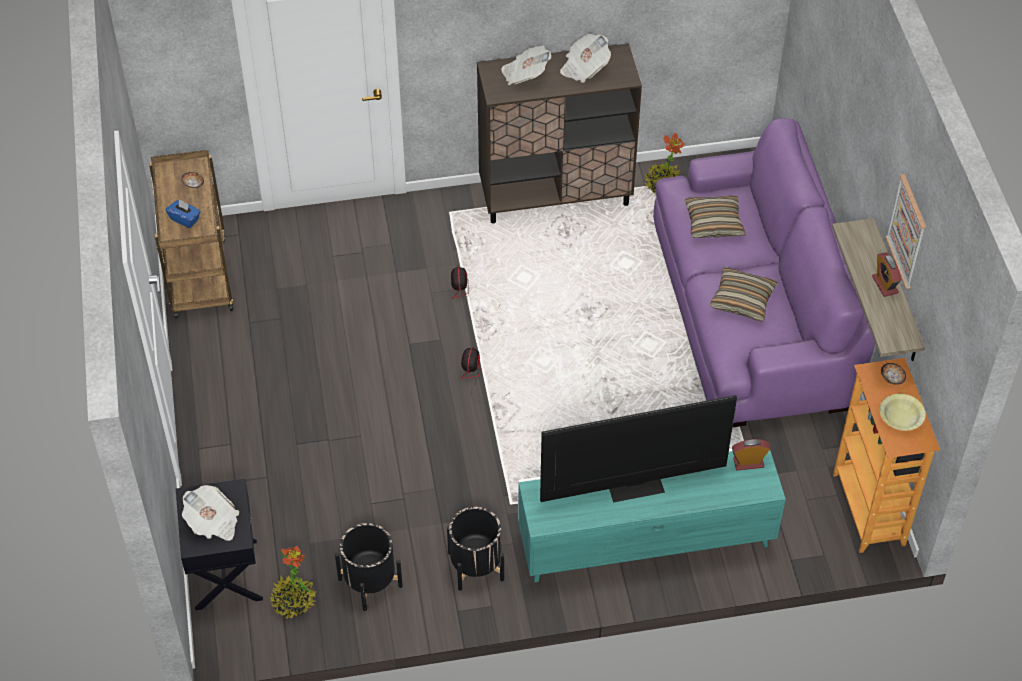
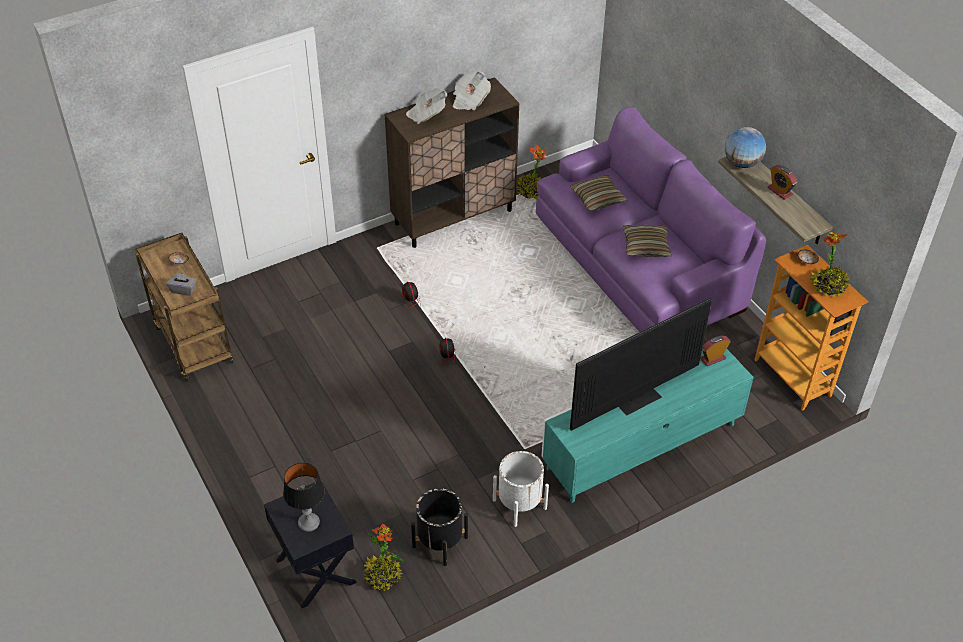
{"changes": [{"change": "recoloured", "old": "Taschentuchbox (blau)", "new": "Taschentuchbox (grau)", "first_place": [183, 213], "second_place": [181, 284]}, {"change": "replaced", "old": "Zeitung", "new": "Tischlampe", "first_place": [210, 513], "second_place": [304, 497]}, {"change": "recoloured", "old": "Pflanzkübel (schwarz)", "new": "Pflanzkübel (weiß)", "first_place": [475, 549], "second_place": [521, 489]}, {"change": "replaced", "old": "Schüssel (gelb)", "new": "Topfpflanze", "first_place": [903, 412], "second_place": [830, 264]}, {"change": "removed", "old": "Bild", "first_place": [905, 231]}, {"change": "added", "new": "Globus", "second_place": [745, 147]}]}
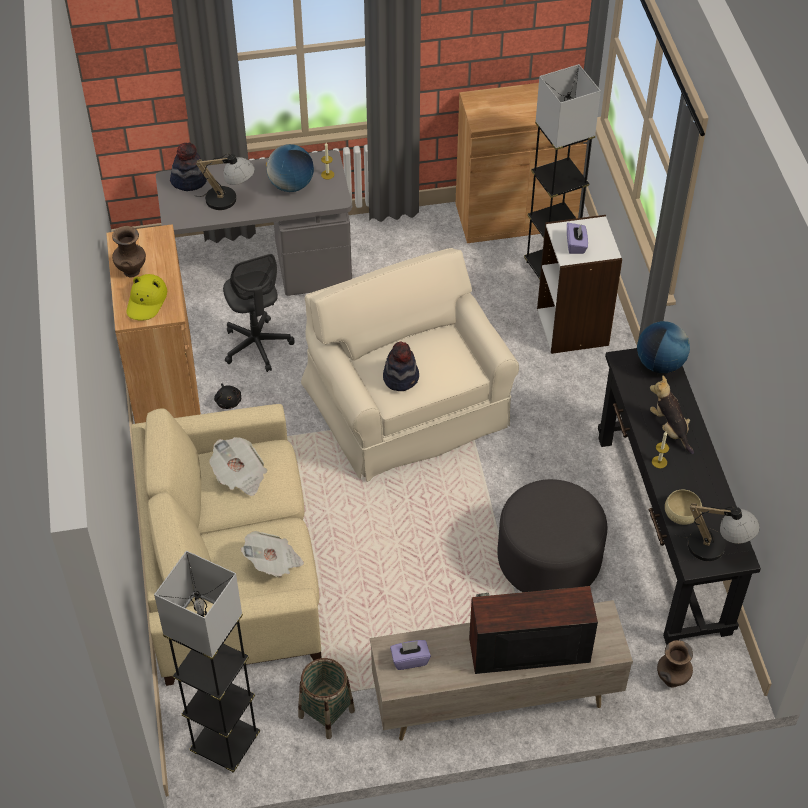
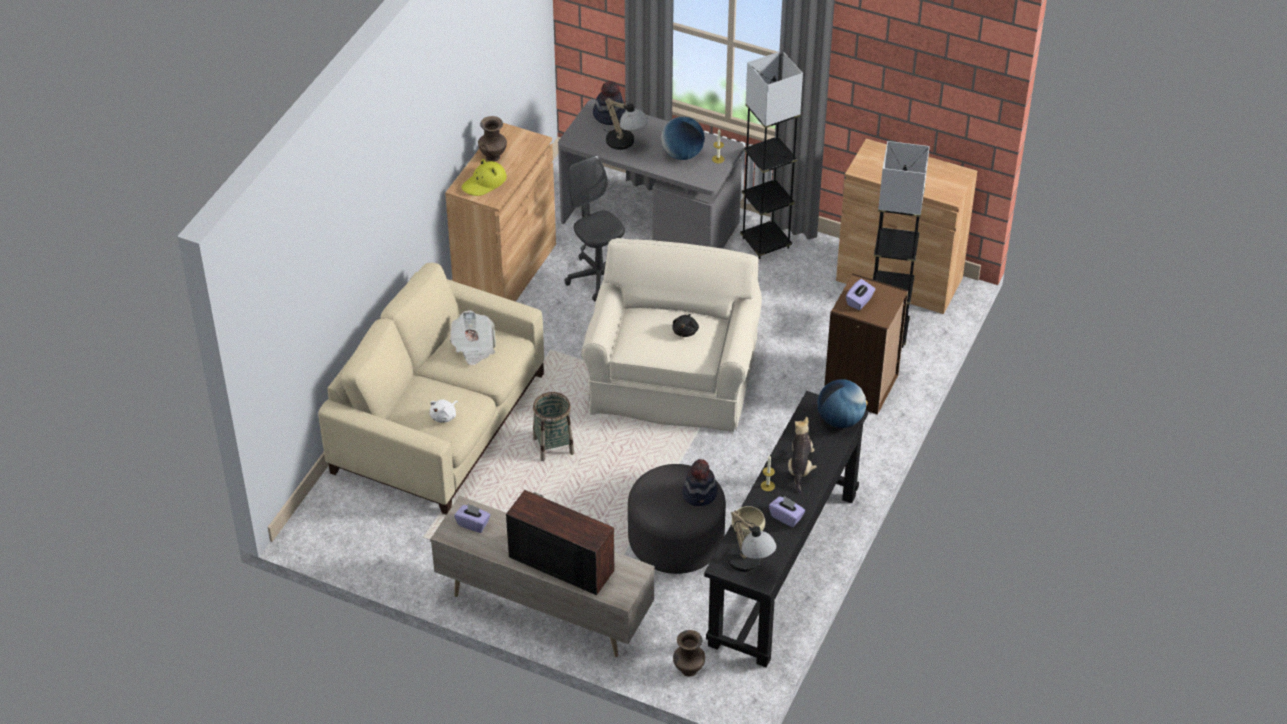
{"changes": [{"change": "moved", "old": "Stehlampe (grau)", "first_place": [207, 662], "second_place": [771, 155]}, {"change": "moved", "old": "Plüschtier (schwarz)", "first_place": [227, 396], "second_place": [685, 325]}, {"change": "turned", "old": "Bürostuhl (grau)", "first_place": [259, 313], "second_place": [594, 228], "degrees": 135}, {"change": "replaced", "old": "Zeitung", "new": "Plüschtier (weiß)", "first_place": [272, 554], "second_place": [443, 411]}, {"change": "moved", "old": "Korb", "first_place": [326, 698], "second_place": [553, 426]}, {"change": "moved", "old": "Hut", "first_place": [401, 366], "second_place": [700, 482]}, {"change": "recoloured", "old": "Bücherregal (weiß)", "new": "Bücherregal (braun)", "first_place": [579, 284], "second_place": [866, 344]}, {"change": "added", "new": "Taschentuchbox (lila)", "second_place": [787, 511]}]}
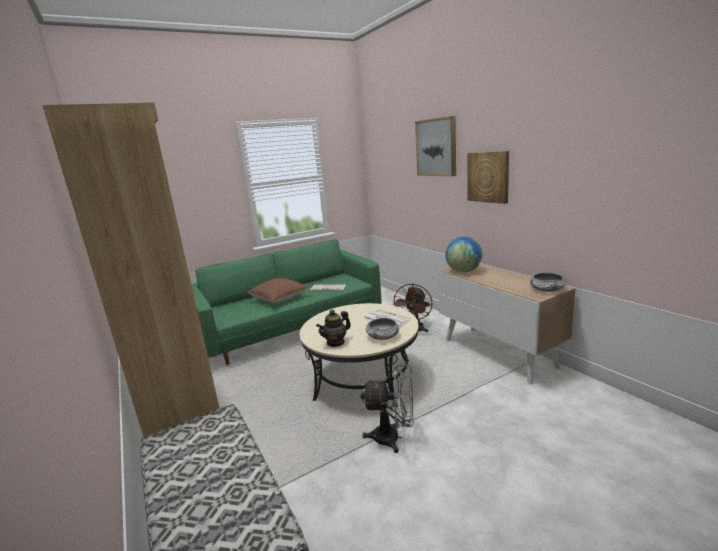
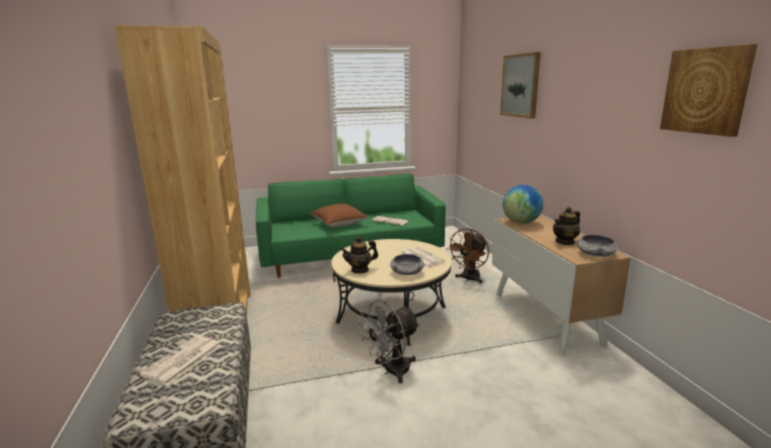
{"changes": [{"change": "turned", "old": "Ventilator (grau)", "first_place": [387, 408], "second_place": [389, 341], "degrees": 120}, {"change": "moved", "old": "Bild", "first_place": [488, 177], "second_place": [709, 90]}, {"change": "added", "new": "Zeitung", "second_place": [180, 360]}, {"change": "added", "new": "Teekanne", "second_place": [566, 226]}]}
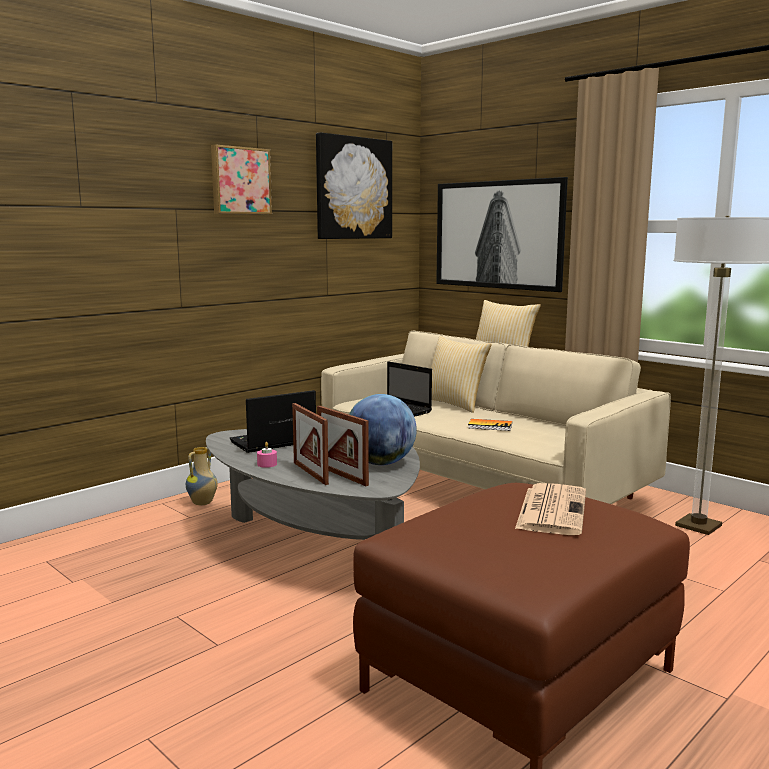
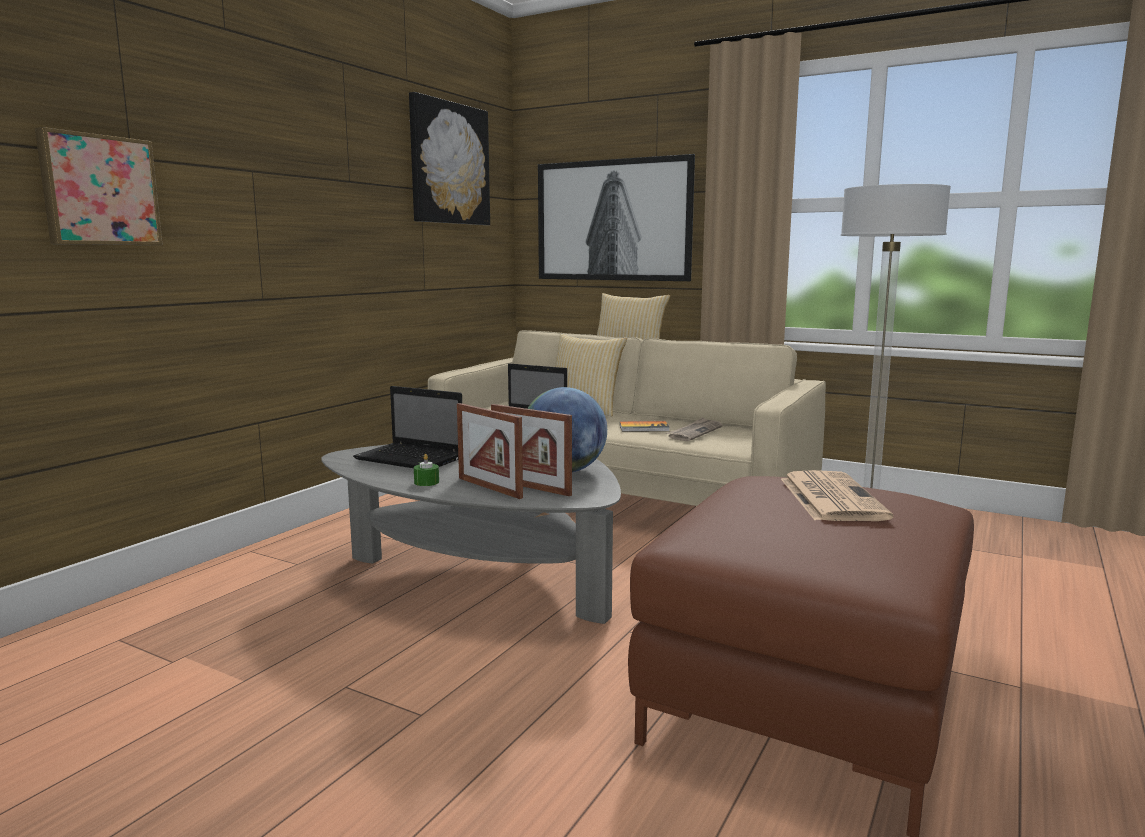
{"changes": [{"change": "removed", "old": "Vase", "first_place": [202, 476]}, {"change": "moved", "old": "Bild", "first_place": [241, 179], "second_place": [99, 186]}, {"change": "turned", "old": "Laptop", "first_place": [273, 421], "second_place": [407, 427], "degrees": -105}, {"change": "recoloured", "old": "Kerze (rosa)", "new": "Kerze (grün)", "first_place": [267, 455], "second_place": [426, 470]}, {"change": "added", "new": "Zeitung", "second_place": [694, 429]}]}
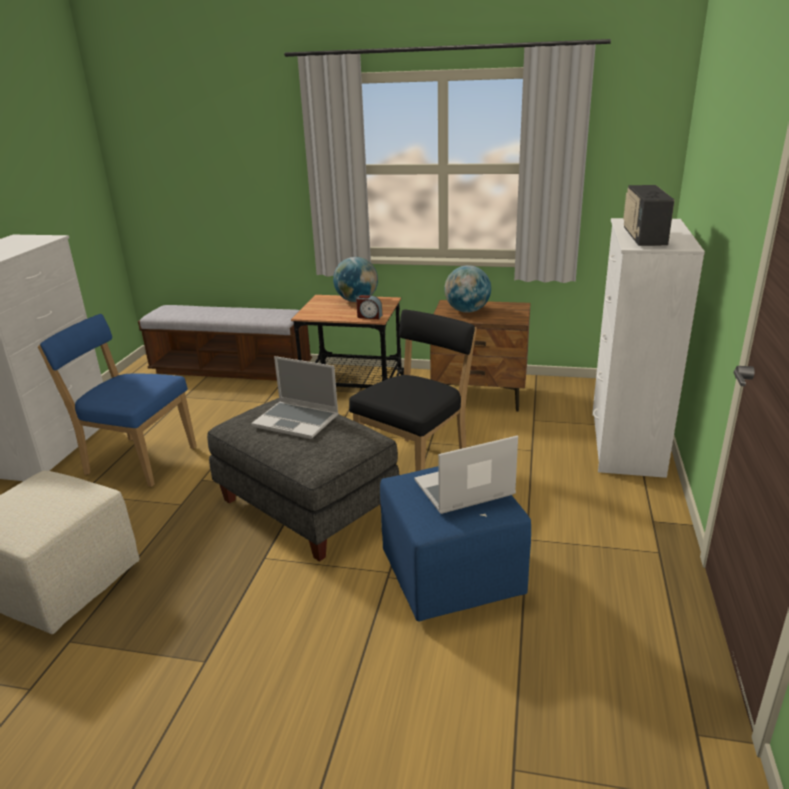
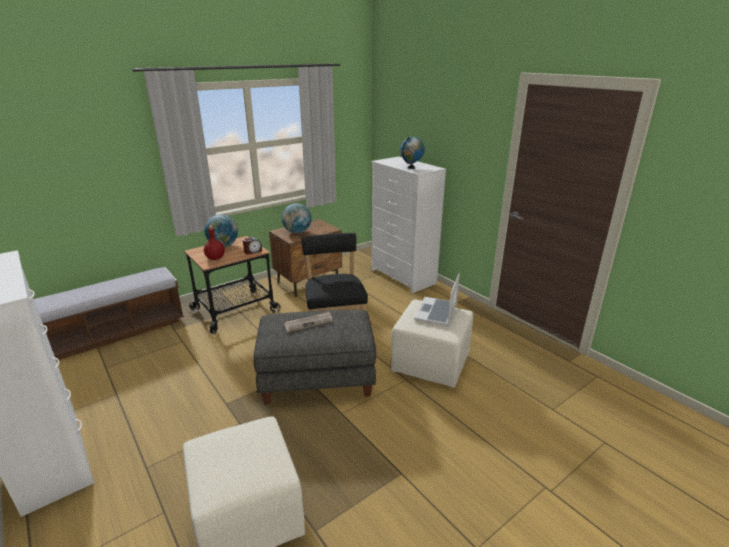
{"changes": [{"change": "removed", "old": "Stuhl (blau)", "first_place": [117, 400]}, {"change": "replaced", "old": "Laptop", "new": "Zeitung", "first_place": [295, 397], "second_place": [308, 321]}, {"change": "recoloured", "old": "Polsterhocker (blau)", "new": "Polsterhocker (beige)", "first_place": [455, 543], "second_place": [432, 343]}, {"change": "replaced", "old": "Radio", "new": "Globus", "first_place": [648, 215], "second_place": [412, 153]}, {"change": "added", "new": "Flasche (rot)", "second_place": [214, 243]}]}
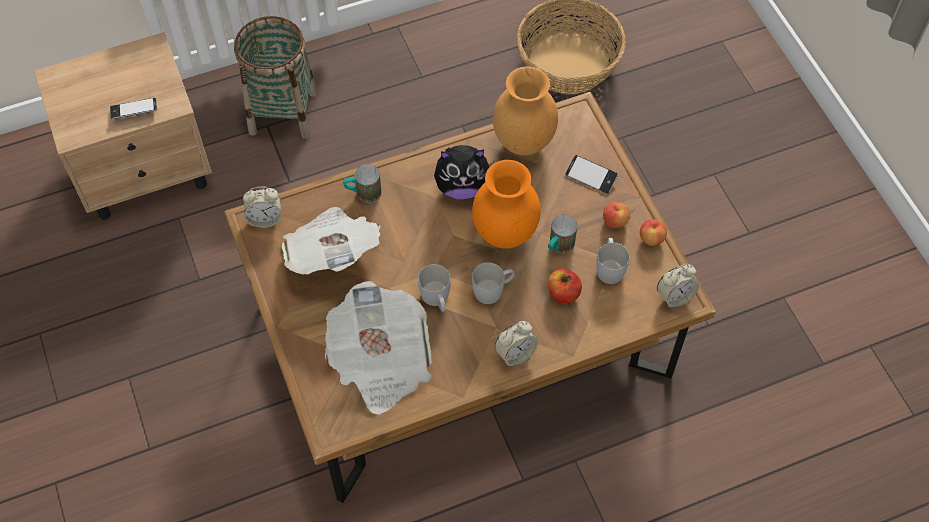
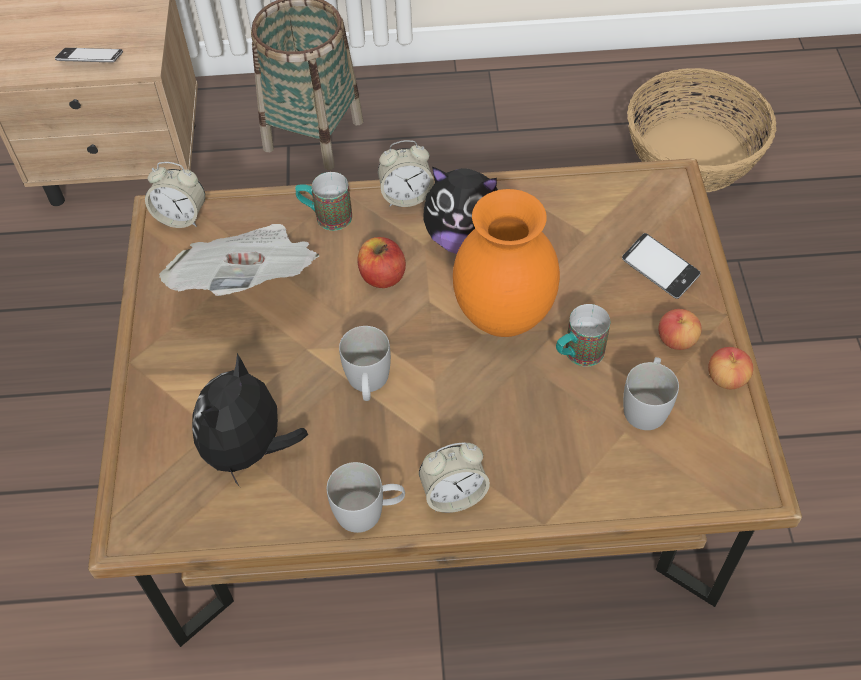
{"changes": [{"change": "replaced", "old": "Zeitung", "new": "Plüschtier", "first_place": [378, 348], "second_place": [250, 420]}, {"change": "moved", "old": "Henkelbecher (weiß)", "first_place": [493, 283], "second_place": [366, 497]}, {"change": "removed", "old": "Vase (braun)", "first_place": [525, 111]}, {"change": "moved", "old": "Apfel", "first_place": [565, 286], "second_place": [382, 262]}, {"change": "moved", "old": "Wecker", "first_place": [678, 285], "second_place": [406, 173]}]}
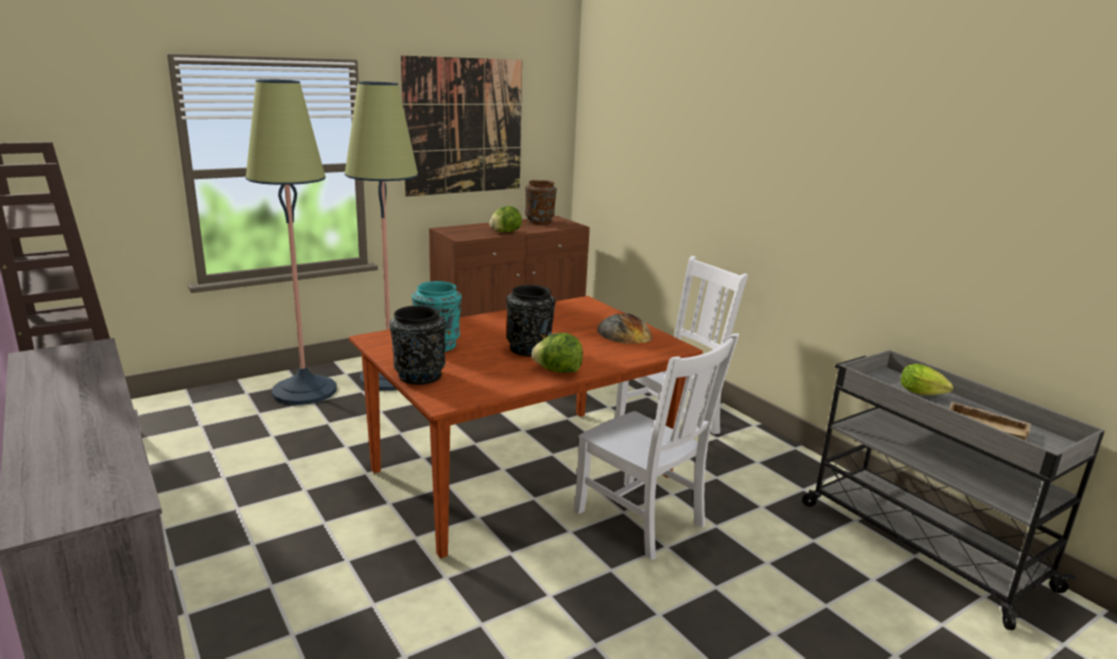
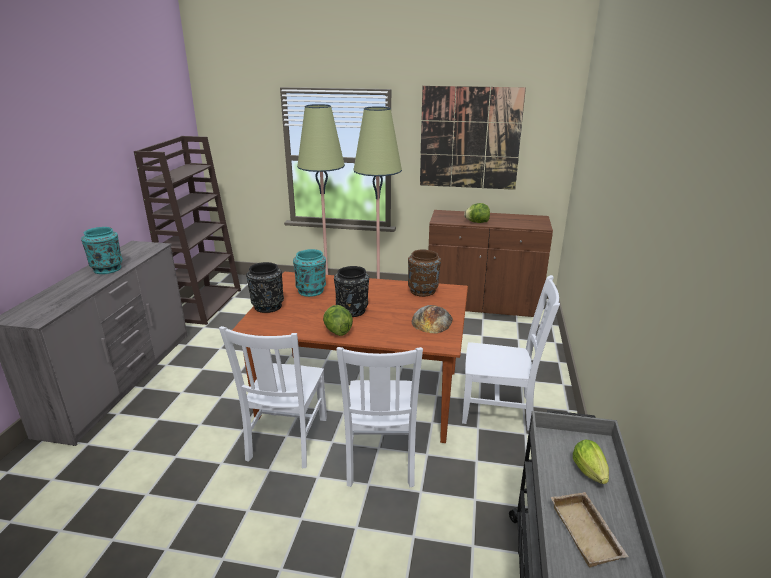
{"changes": [{"change": "moved", "old": "Vase (braun)", "first_place": [541, 202], "second_place": [424, 273]}, {"change": "added", "new": "Vase (türkis)", "second_place": [102, 250]}, {"change": "added", "new": "Stuhl (weiß)", "second_place": [273, 397]}]}
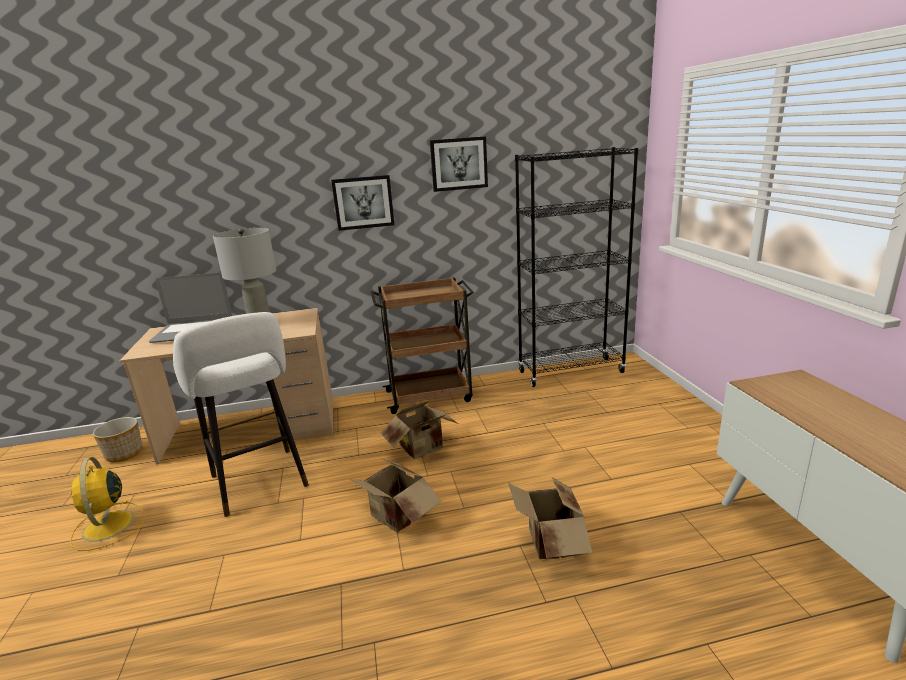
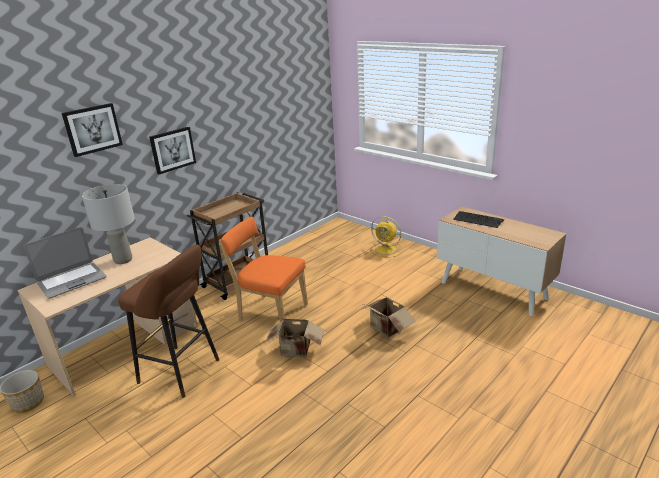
{"changes": [{"change": "moved", "old": "Ventilator (gelb)", "first_place": [107, 504], "second_place": [386, 237]}, {"change": "recoloured", "old": "Hocker (weiß)", "new": "Hocker (braun)", "first_place": [241, 414], "second_place": [168, 321]}, {"change": "replaced", "old": "Karton", "new": "Stuhl (orange)", "first_place": [419, 430], "second_place": [263, 269]}, {"change": "moved", "old": "Bild", "first_place": [459, 164], "second_place": [92, 130]}, {"change": "removed", "old": "Bücherregal (schwarz)", "first_place": [577, 267]}, {"change": "added", "new": "Tastatur", "second_place": [478, 219]}]}
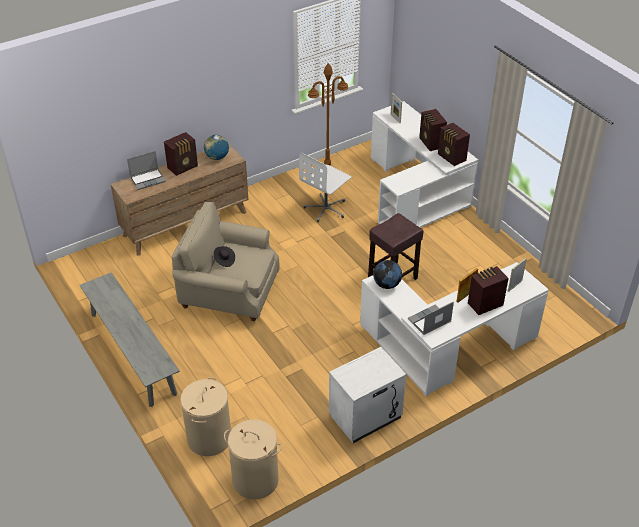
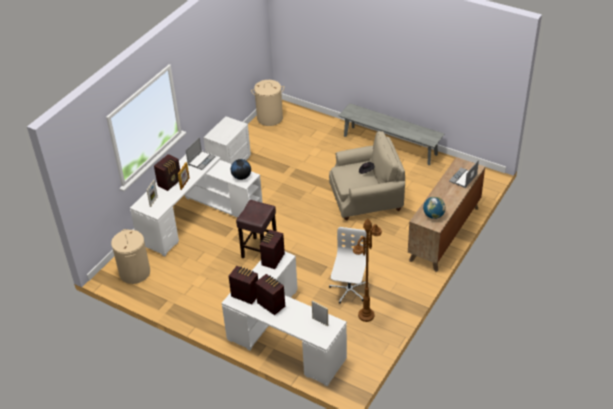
{"changes": [{"change": "moved", "old": "Radio", "first_place": [181, 154], "second_place": [272, 249]}, {"change": "moved", "old": "Wäschekorb (beige)", "first_place": [205, 416], "second_place": [130, 256]}]}
